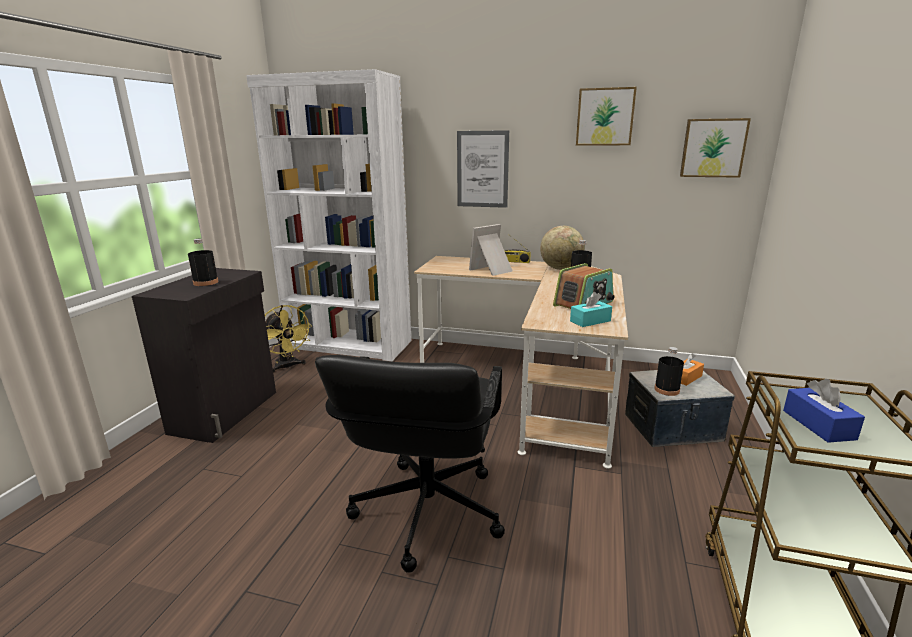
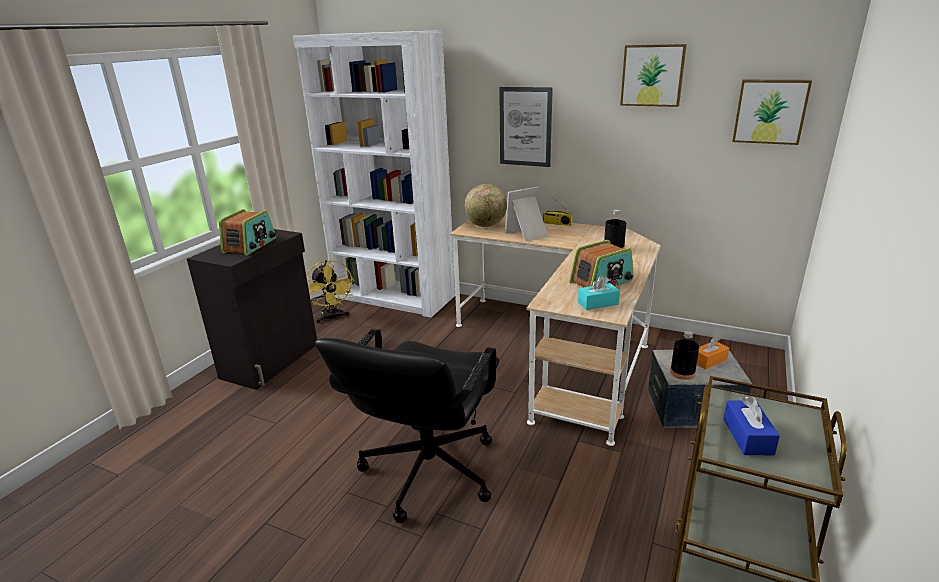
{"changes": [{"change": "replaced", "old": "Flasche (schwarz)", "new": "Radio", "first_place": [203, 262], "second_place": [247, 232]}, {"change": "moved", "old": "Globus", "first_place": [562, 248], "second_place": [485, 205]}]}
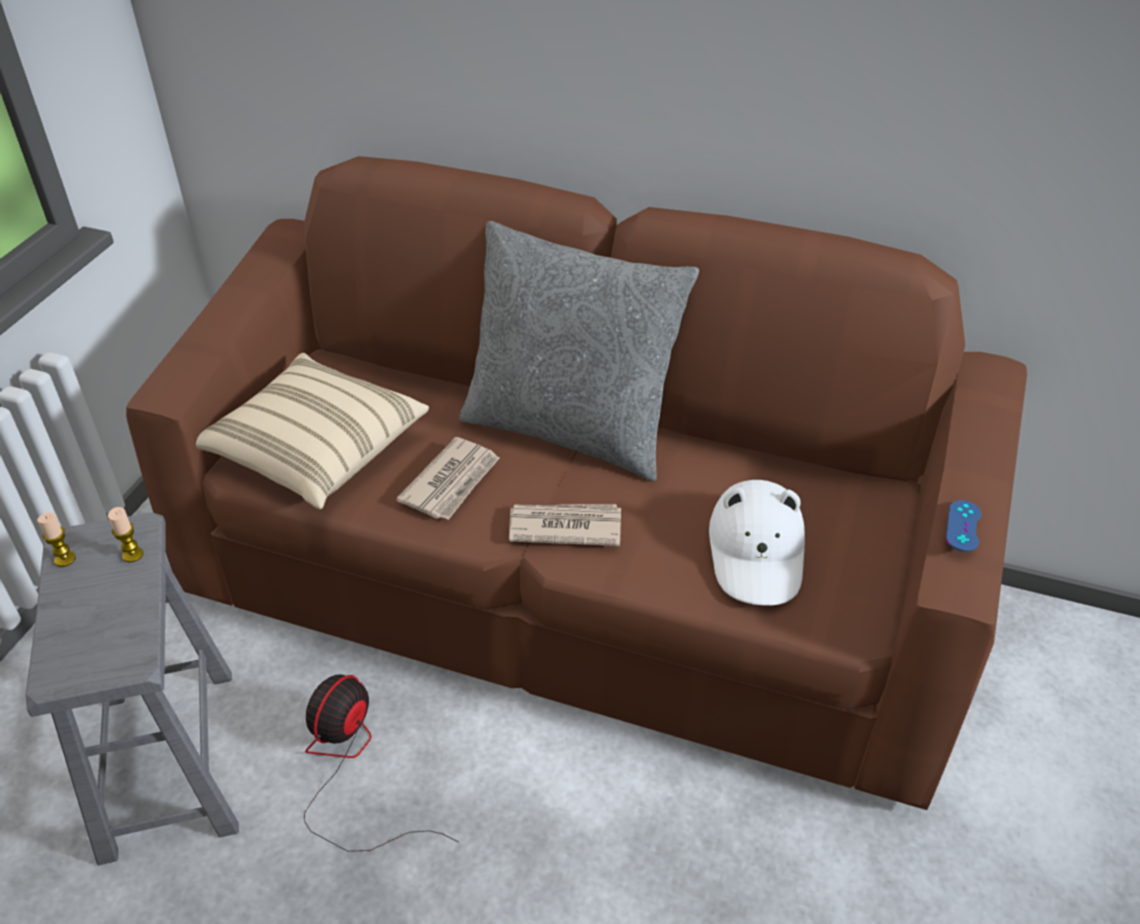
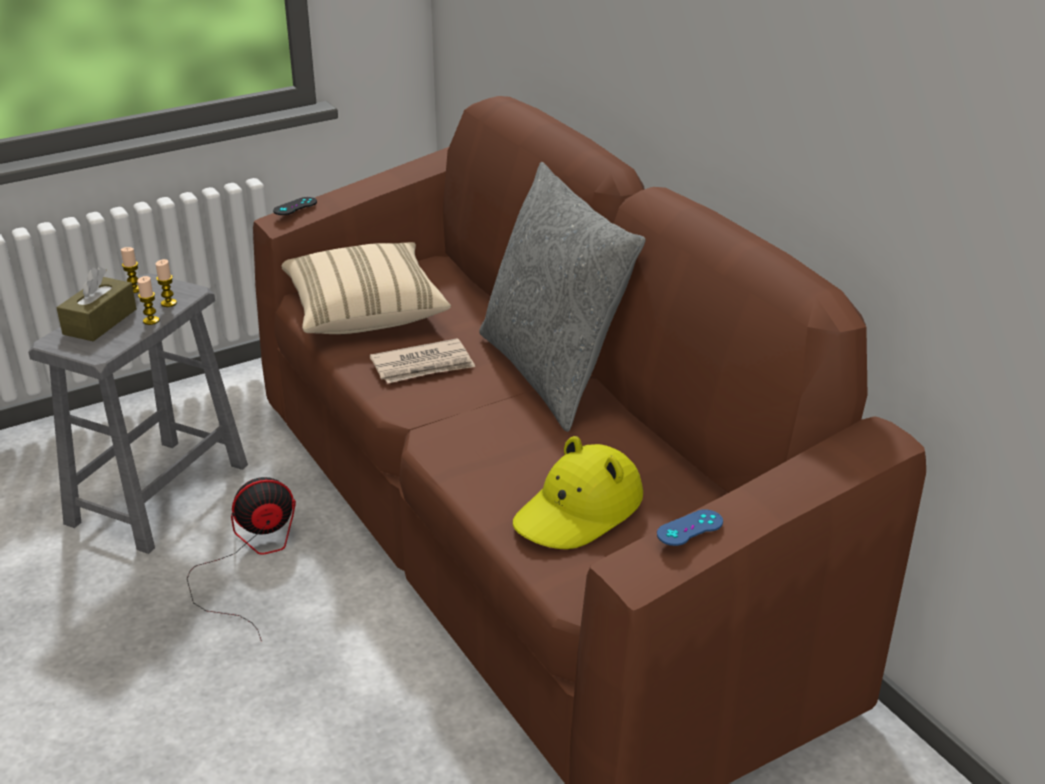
{"changes": [{"change": "removed", "old": "Zeitung", "first_place": [565, 525]}, {"change": "recoloured", "old": "Hut (weiß)", "new": "Hut (gelb)", "first_place": [757, 542], "second_place": [578, 492]}, {"change": "added", "new": "Taschentuchbox (braun)", "second_place": [96, 304]}, {"change": "added", "new": "Kerze", "second_place": [148, 300]}, {"change": "added", "new": "Gamepad (schwarz)", "second_place": [295, 206]}]}
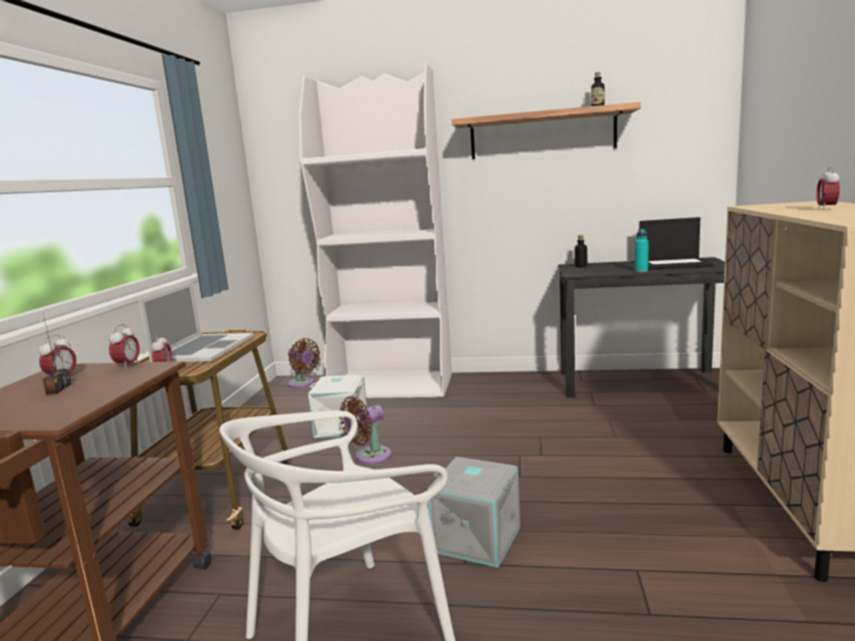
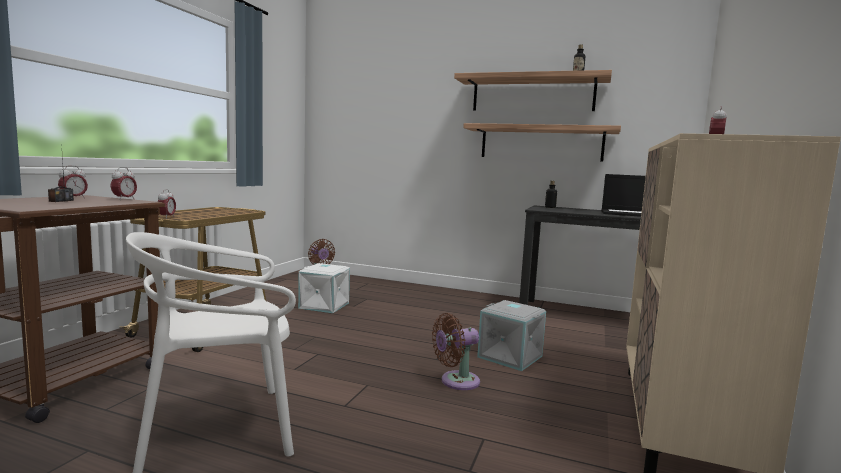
{"changes": [{"change": "removed", "old": "Laptop", "first_place": [196, 322]}, {"change": "removed", "old": "Bücherregal (weiß)", "first_place": [375, 230]}, {"change": "moved", "old": "Ventilator (braun)", "first_place": [366, 430], "second_place": [456, 351]}, {"change": "moved", "old": "Aufbewahrungsbox (grau)", "first_place": [473, 512], "second_place": [511, 335]}, {"change": "removed", "old": "Flasche (türkis)", "first_place": [642, 250]}, {"change": "added", "new": "Wandregal", "second_place": [542, 142]}]}
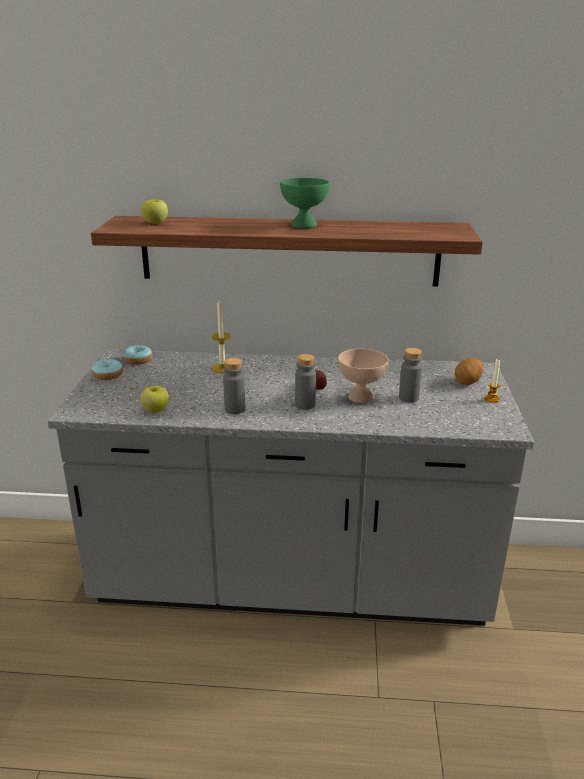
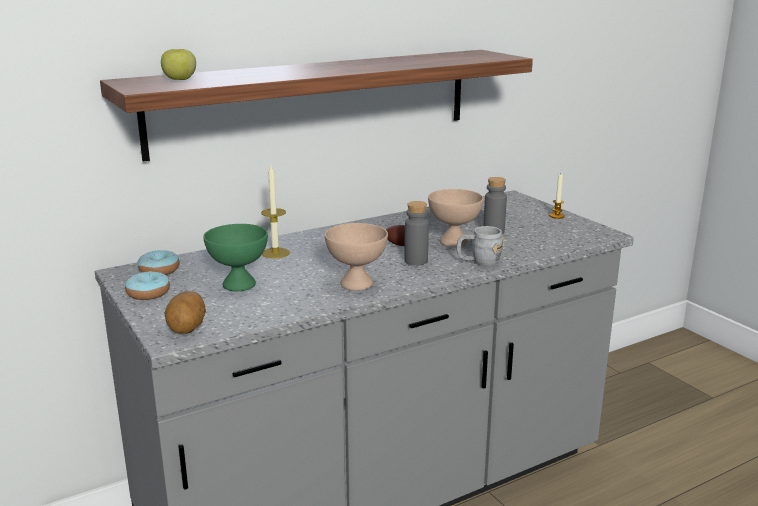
{"changes": [{"change": "removed", "old": "Apfel", "first_place": [154, 399]}, {"change": "replaced", "old": "Flasche (grau)", "new": "Schüssel (beige)", "first_place": [234, 386], "second_place": [356, 257]}, {"change": "moved", "old": "Schüssel (grün)", "first_place": [305, 203], "second_place": [235, 257]}, {"change": "moved", "old": "Kartoffel", "first_place": [469, 371], "second_place": [185, 312]}, {"change": "added", "new": "Henkelbecher (grau)", "second_place": [480, 246]}]}
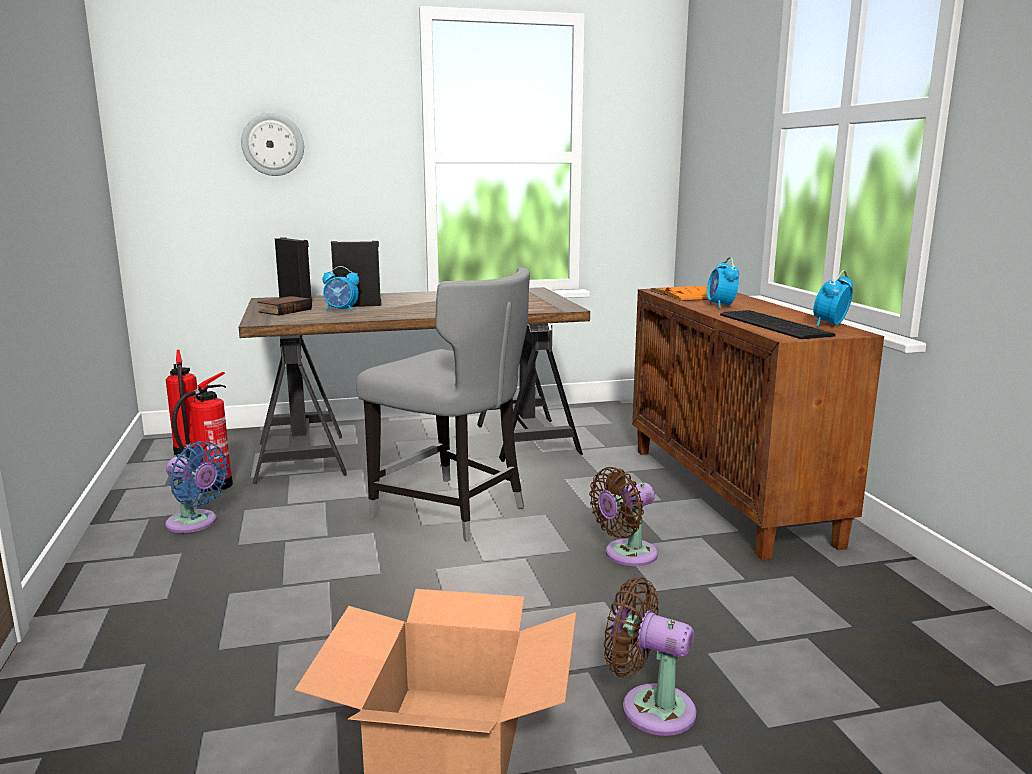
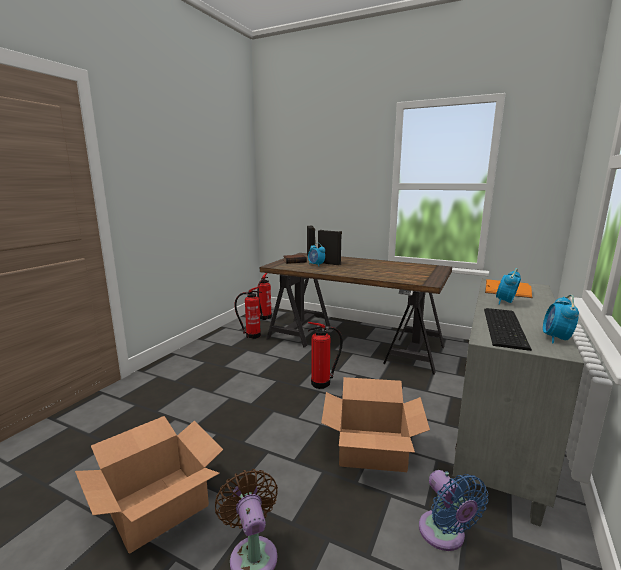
{"changes": [{"change": "moved", "old": "Ventilator (blau)", "first_place": [197, 487], "second_place": [453, 510]}, {"change": "removed", "old": "Wanduhr", "first_place": [272, 144]}, {"change": "replaced", "old": "Stuhl (grau)", "new": "Feuerlöscher", "first_place": [443, 404], "second_place": [325, 355]}, {"change": "replaced", "old": "Ventilator (braun)", "new": "Karton", "first_place": [623, 516], "second_place": [375, 424]}, {"change": "recoloured", "old": "Schrank (braun)", "new": "Schrank (grau)", "first_place": [758, 424], "second_place": [518, 403]}, {"change": "turned", "old": "Wecker", "first_place": [833, 298], "second_place": [561, 319], "degrees": -60}]}
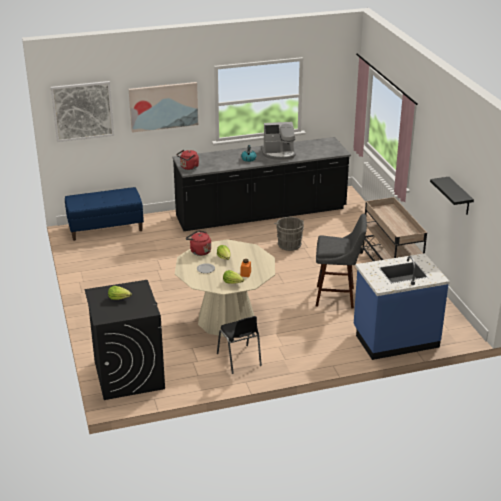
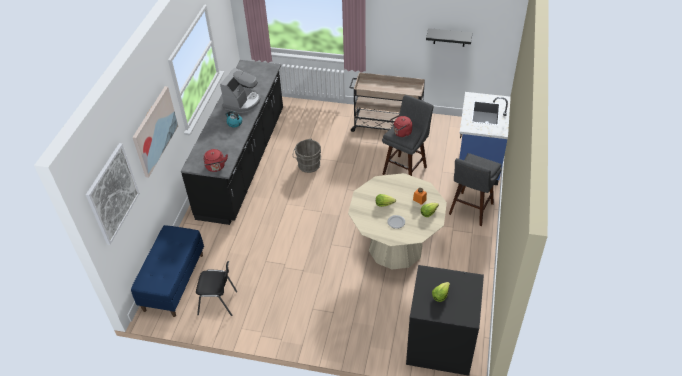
{"changes": [{"change": "moved", "old": "Wasserkessel (rot)", "first_place": [198, 243], "second_place": [401, 126]}, {"change": "moved", "old": "Stuhl (schwarz)", "first_place": [239, 345], "second_place": [216, 288]}, {"change": "added", "new": "Hocker (grau)", "second_place": [475, 189]}]}
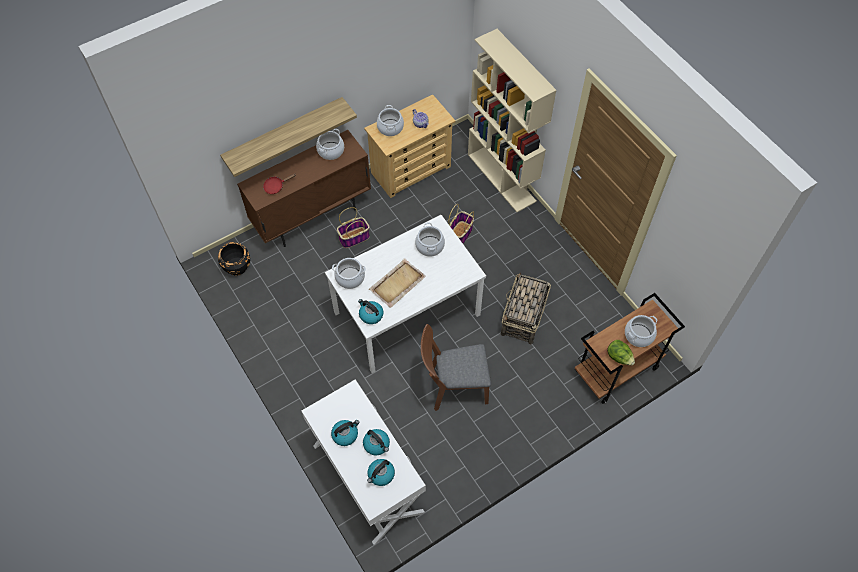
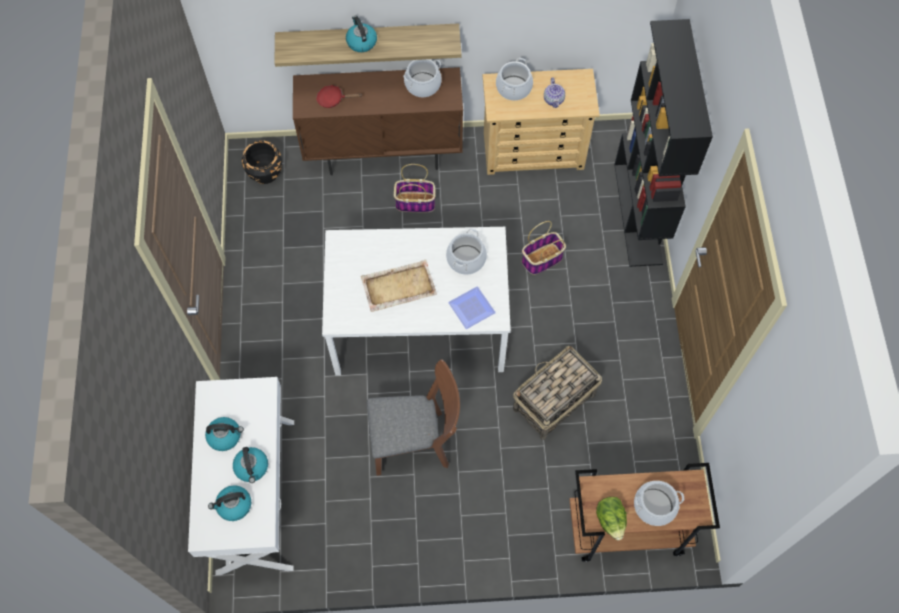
{"changes": [{"change": "removed", "old": "Kochtopf", "first_place": [349, 273]}, {"change": "moved", "old": "Wasserkessel", "first_place": [370, 311], "second_place": [361, 34]}, {"change": "turned", "old": "Stuhl (braun)", "first_place": [456, 367], "second_place": [413, 417], "degrees": 150}, {"change": "recoloured", "old": "Bücherregal (beige)", "new": "Bücherregal (schwarz)", "first_place": [512, 120], "second_place": [663, 143]}, {"change": "added", "new": "Teller", "second_place": [472, 307]}]}
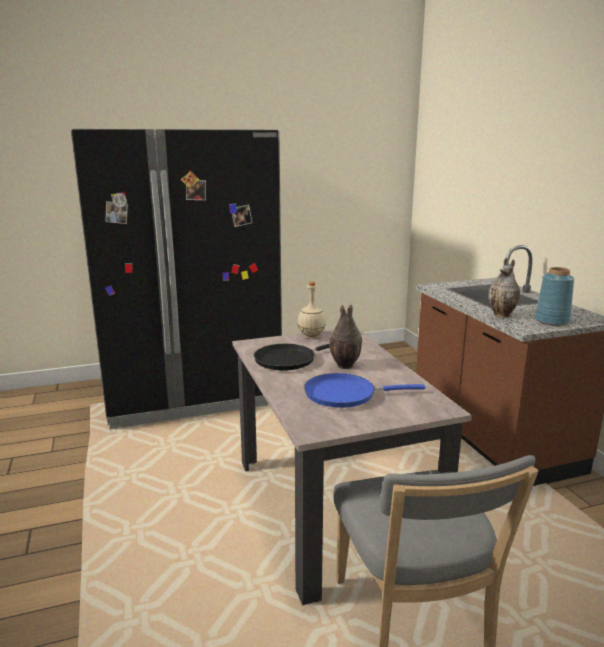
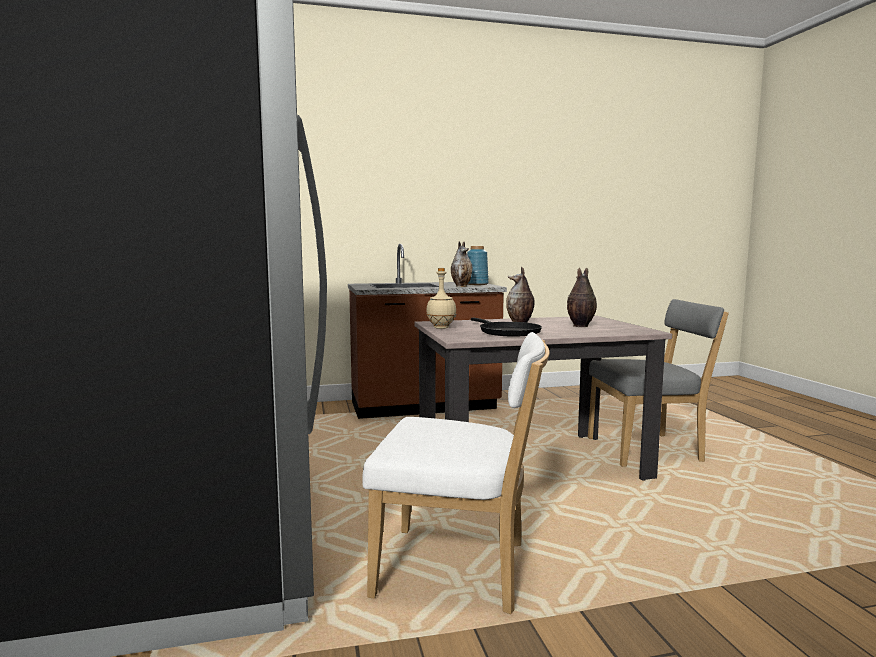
{"changes": [{"change": "replaced", "old": "Pfanne (blau)", "new": "Vase", "first_place": [364, 390], "second_place": [582, 297]}, {"change": "added", "new": "Stuhl (weiß)", "second_place": [456, 473]}]}
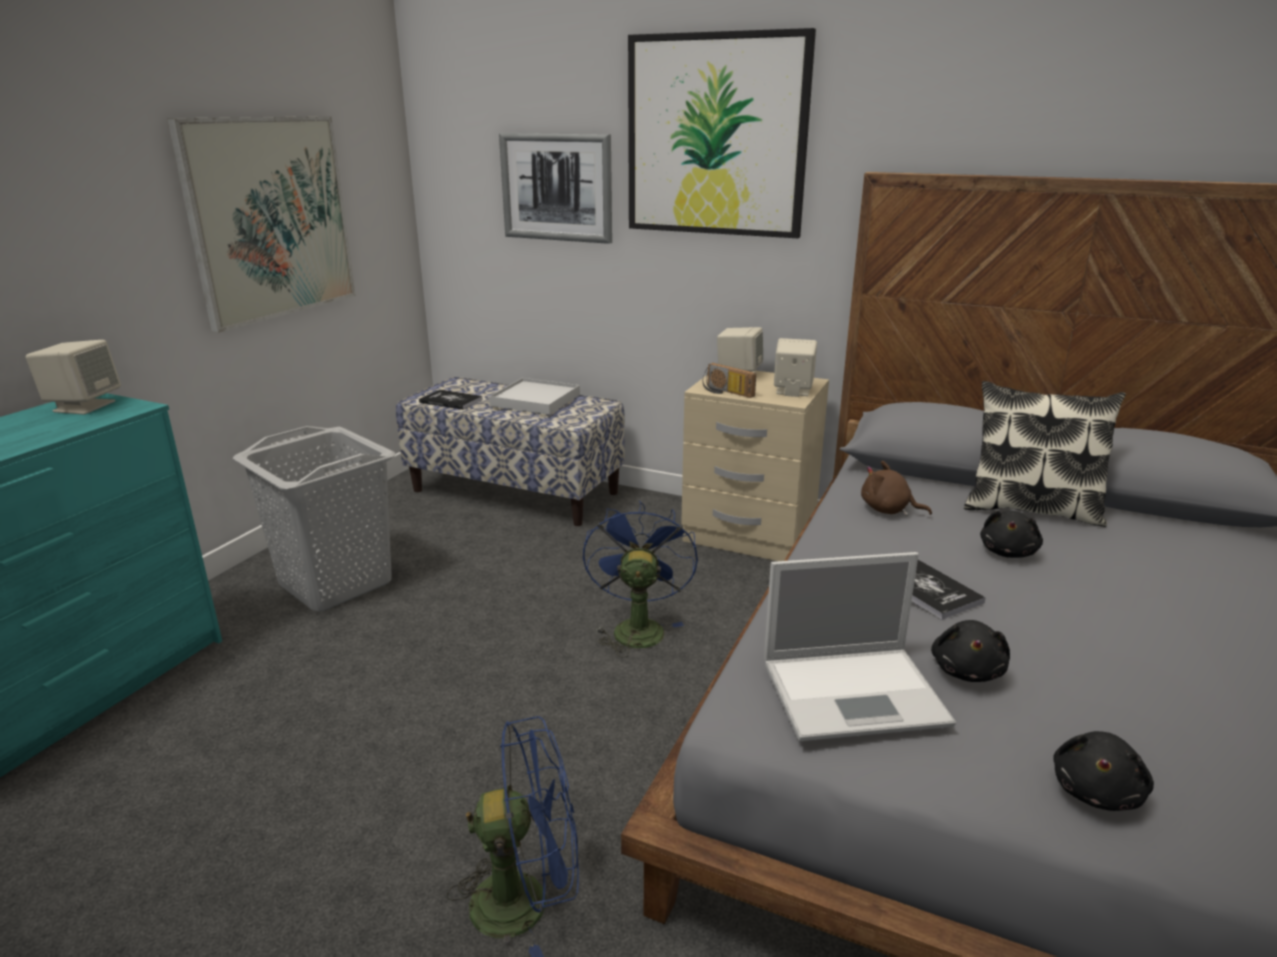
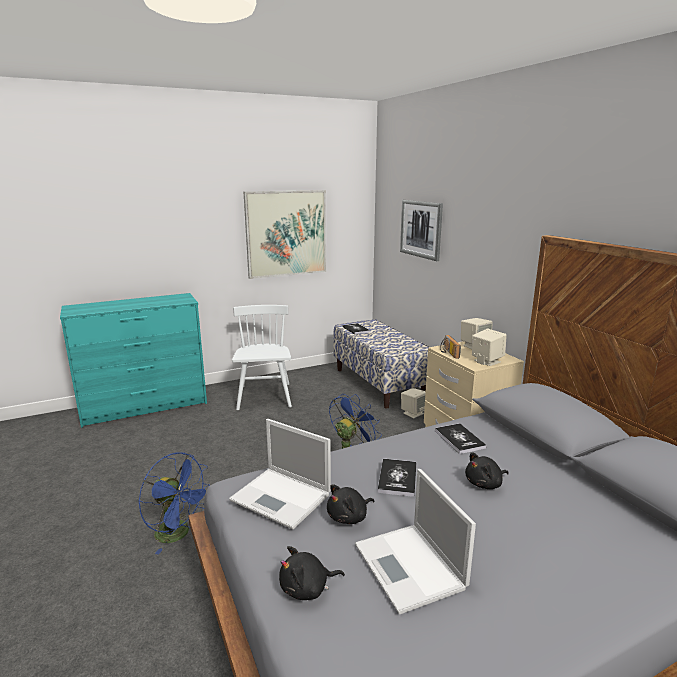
{"changes": [{"change": "moved", "old": "Lautsprecher (beige)", "first_place": [73, 377], "second_place": [413, 403]}, {"change": "replaced", "old": "Wäschekorb (grau)", "new": "Stuhl (weiß)", "first_place": [314, 519], "second_place": [262, 357]}, {"change": "removed", "old": "Tablett (weiß)", "first_place": [534, 396]}, {"change": "removed", "old": "Bild", "first_place": [722, 133]}, {"change": "replaced", "old": "Plüschtier (braun)", "new": "Buch", "first_place": [896, 488], "second_place": [461, 438]}, {"change": "removed", "old": "Kissen", "first_place": [1045, 454]}, {"change": "added", "new": "Laptop", "second_place": [415, 541]}]}
